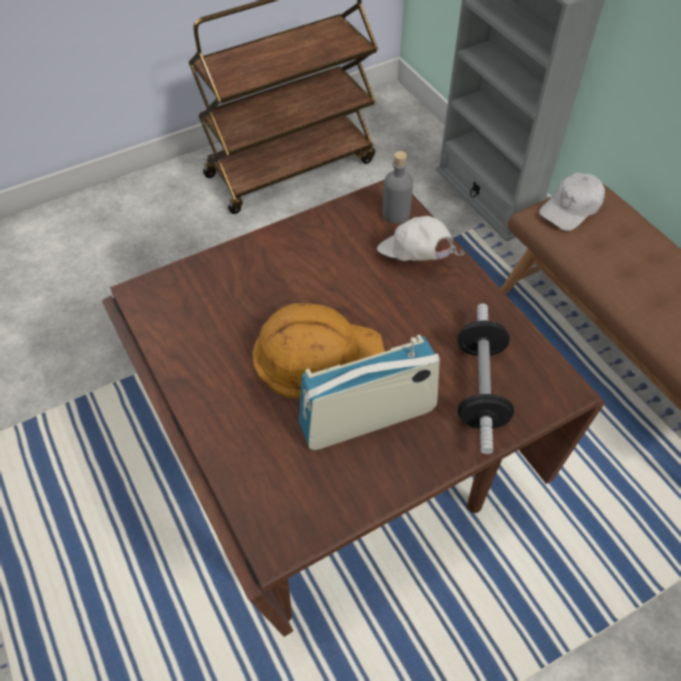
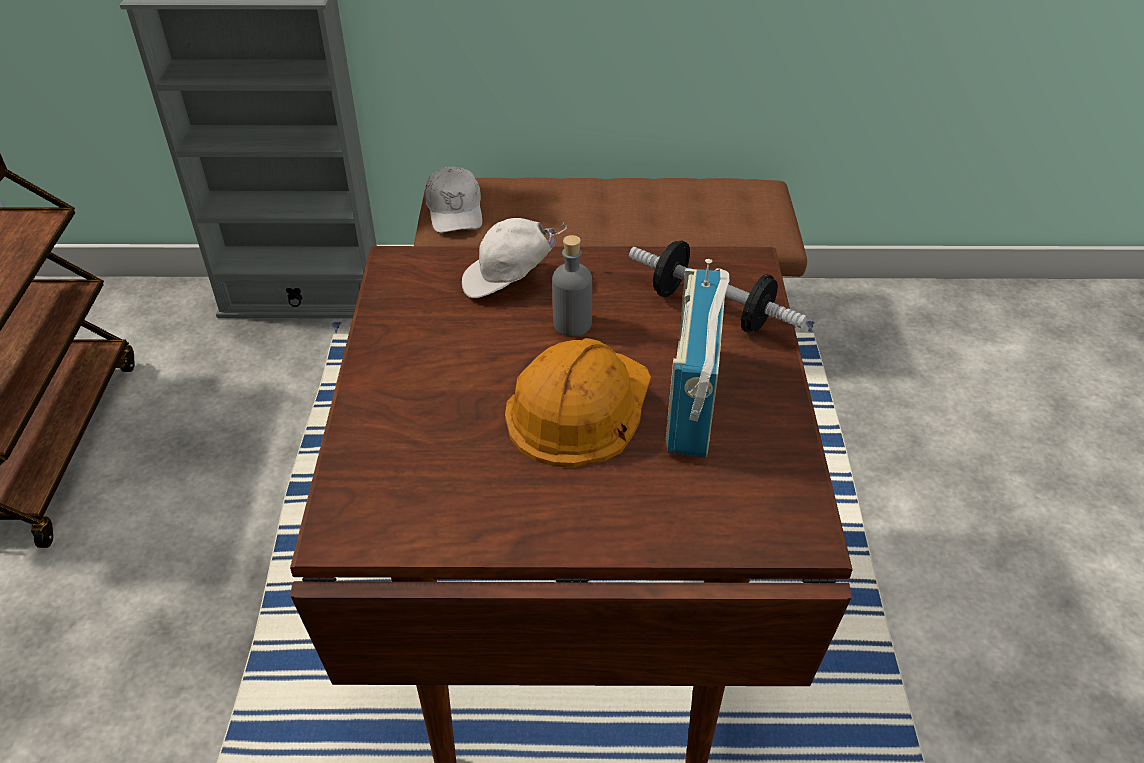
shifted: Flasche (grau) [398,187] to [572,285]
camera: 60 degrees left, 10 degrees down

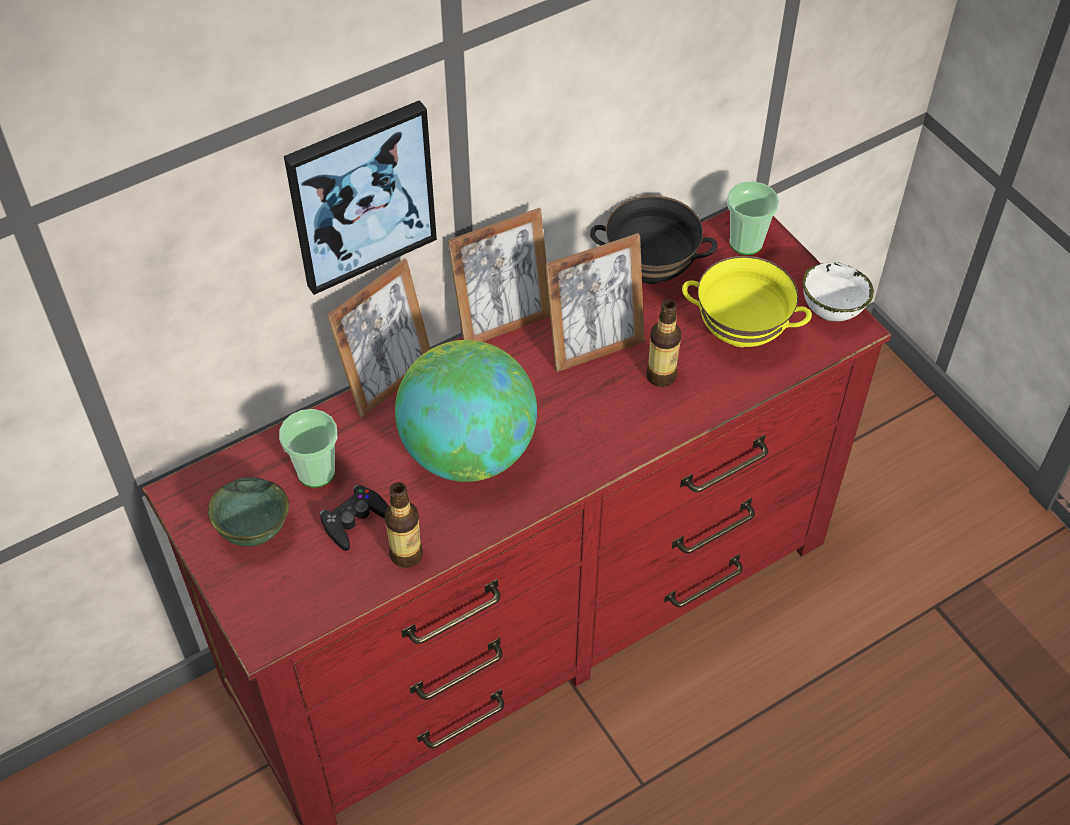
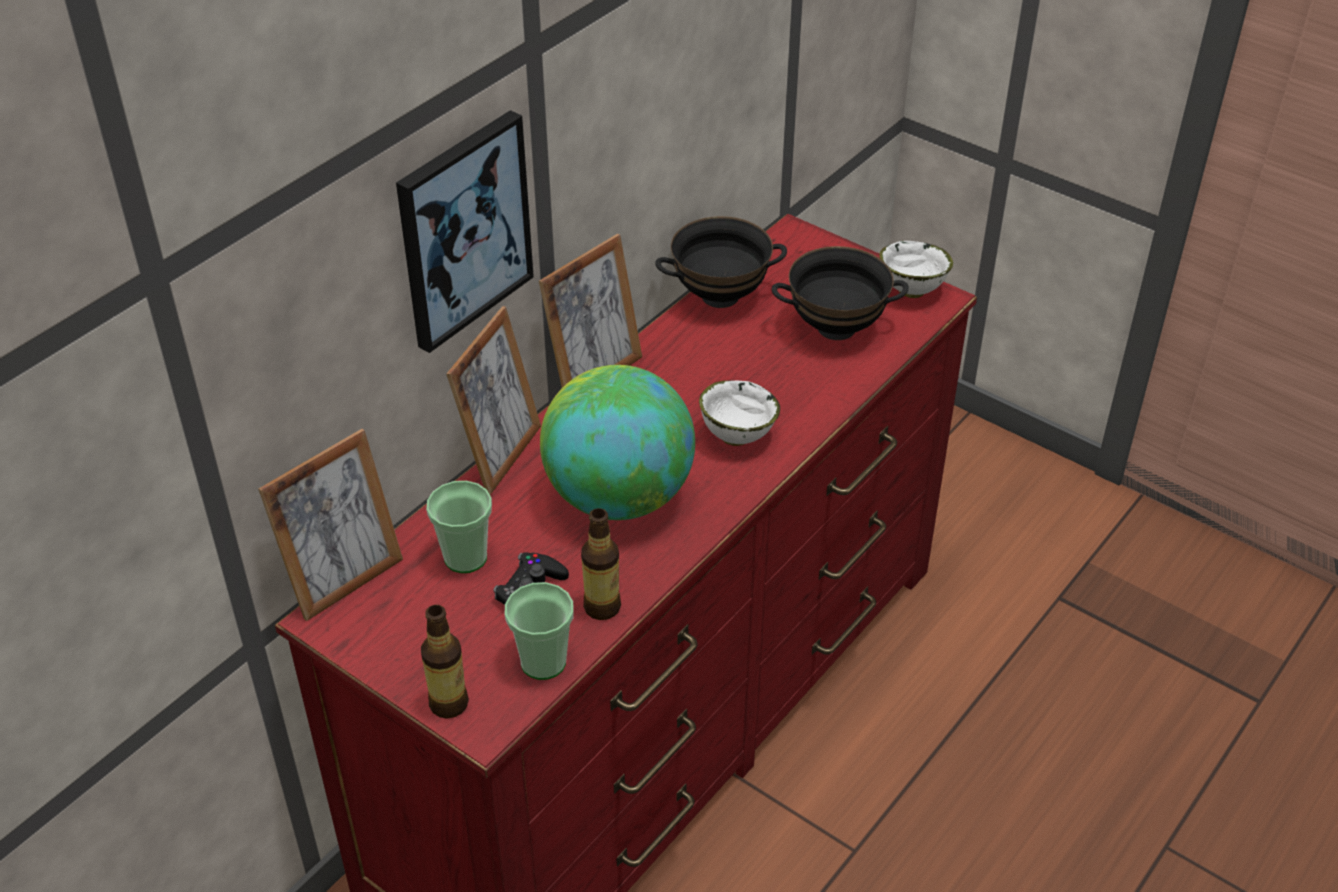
gone: Schüssel (grün) [248,511]
new: Schüssel (weiß) [739,413]
shifted: Bilderrahmen [594,302] to [330,525]; Flasche [663,343] to [445,662]; Tasse [753,218] to [539,631]
repainted: Schüssel (gelb) [747,301] to Schüssel (schwarz) [840,293]
camera: 20 degrees left, 10 degrees down

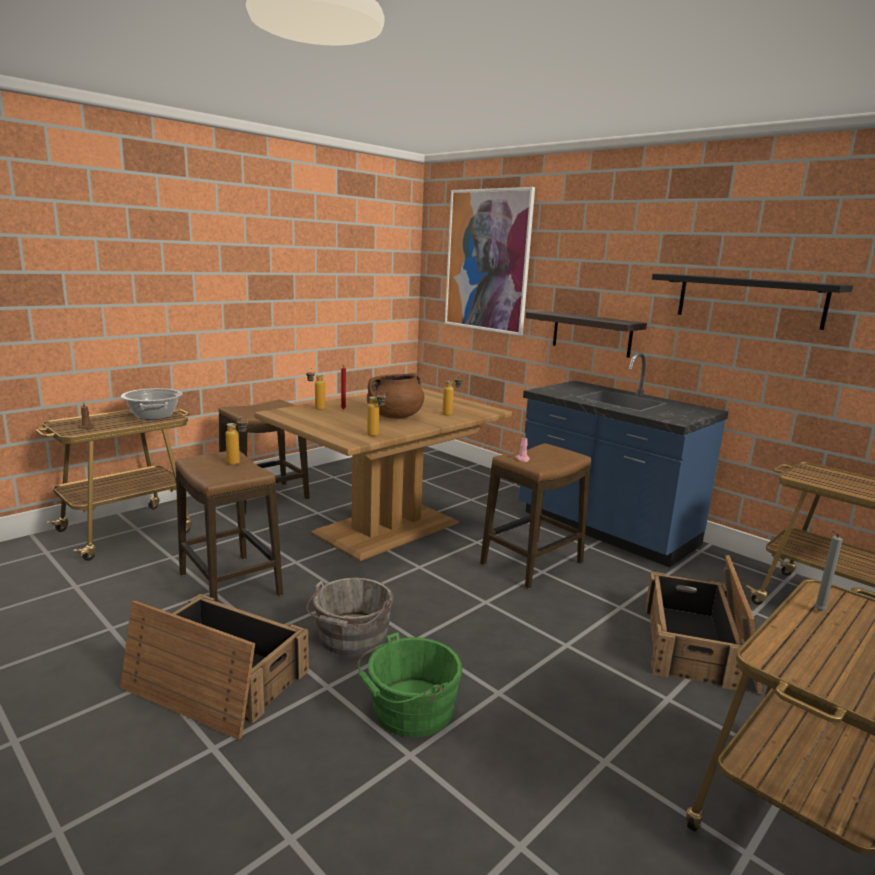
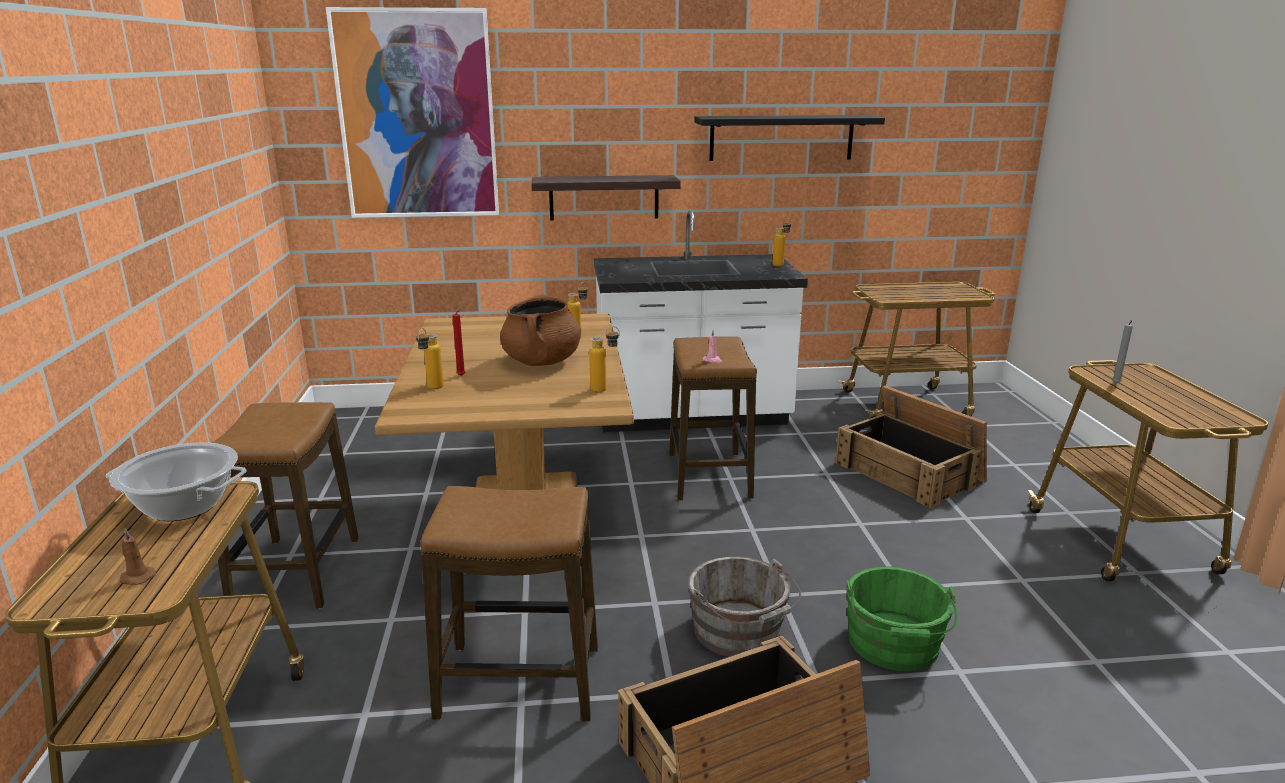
shifted: Flasche [237,440] to [781,243]
repainted: Küchenzeile (blau) [624,460] to Küchenzeile (weiß) [701,321]
camera: 50 degrees left, 5 degrees up

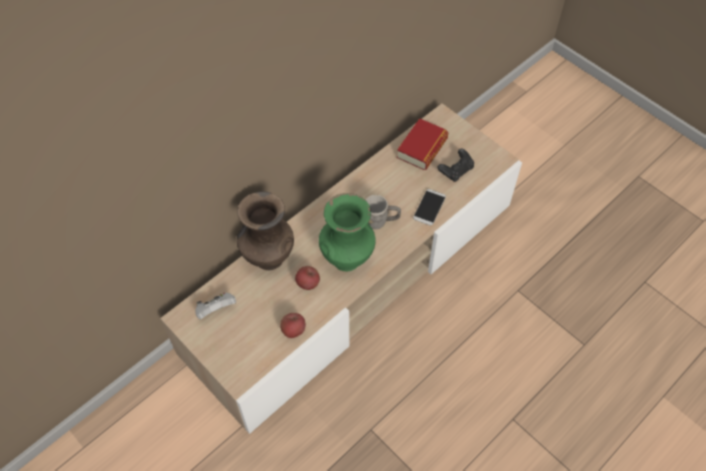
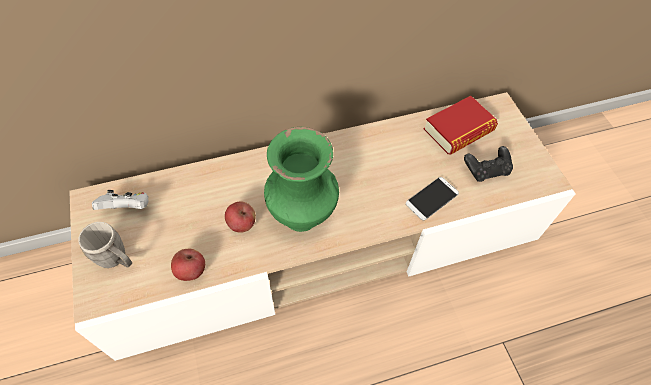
gone: Vase (braun) [265,231]
shifted: Henkelbecher (grau) [383,212] to [105,245]
camera: 25 degrees right, 0 degrees up

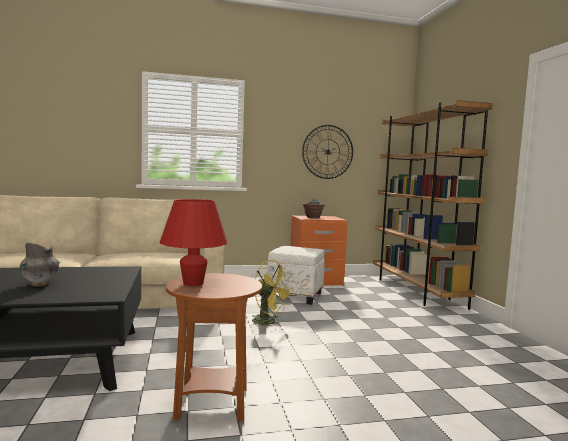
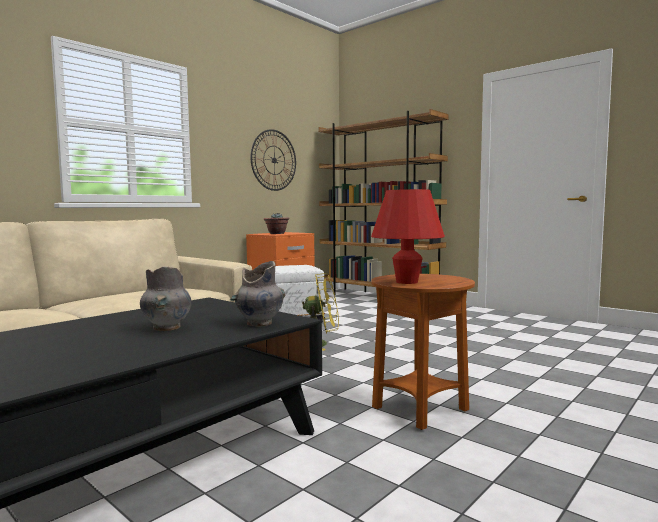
new: Vase (grau) [257,293]
camera: 35 degrees left, 0 degrees up

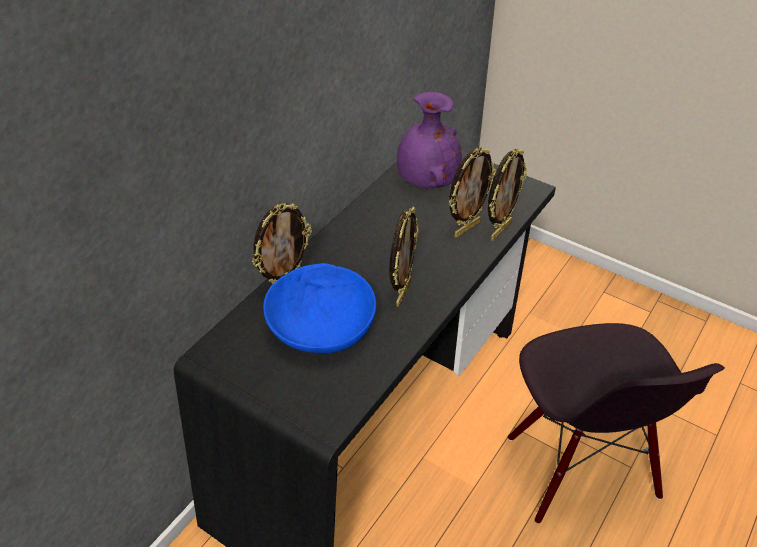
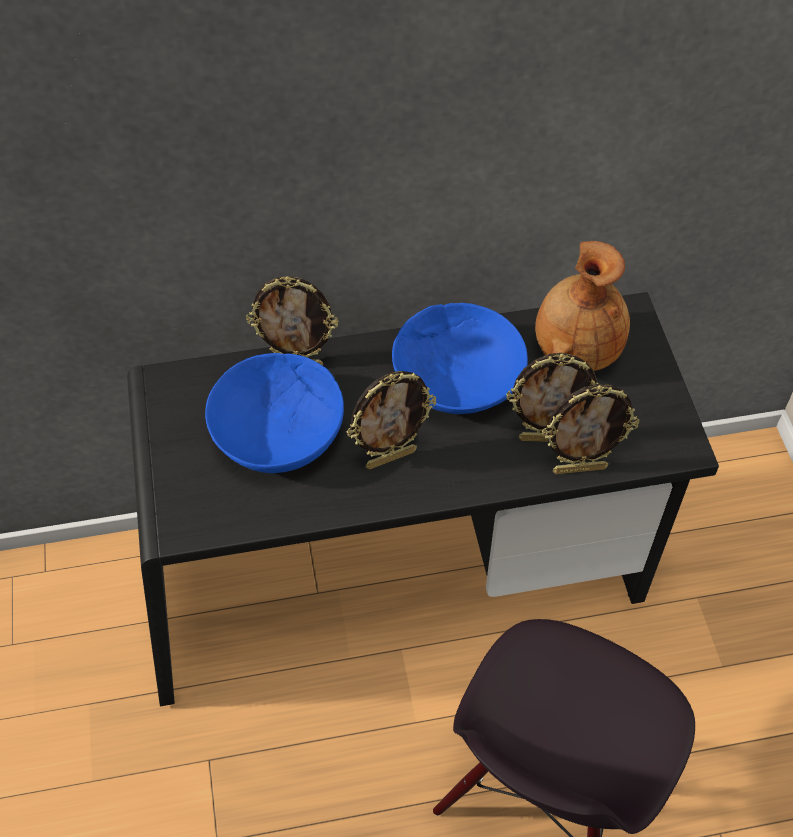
new: Schüssel (blau) [460,358]
repainted: Vase (lila) [429,140] to Vase (braun) [582,306]
camera: 45 degrees right, 10 degrees up

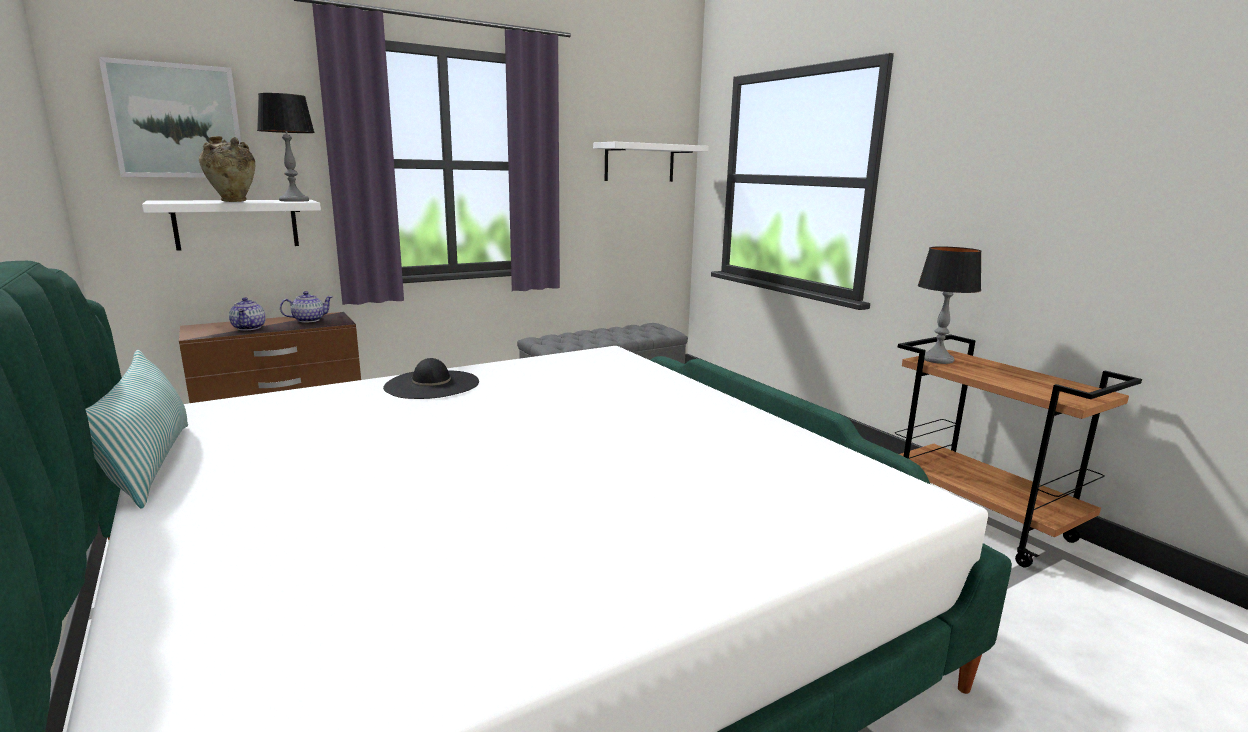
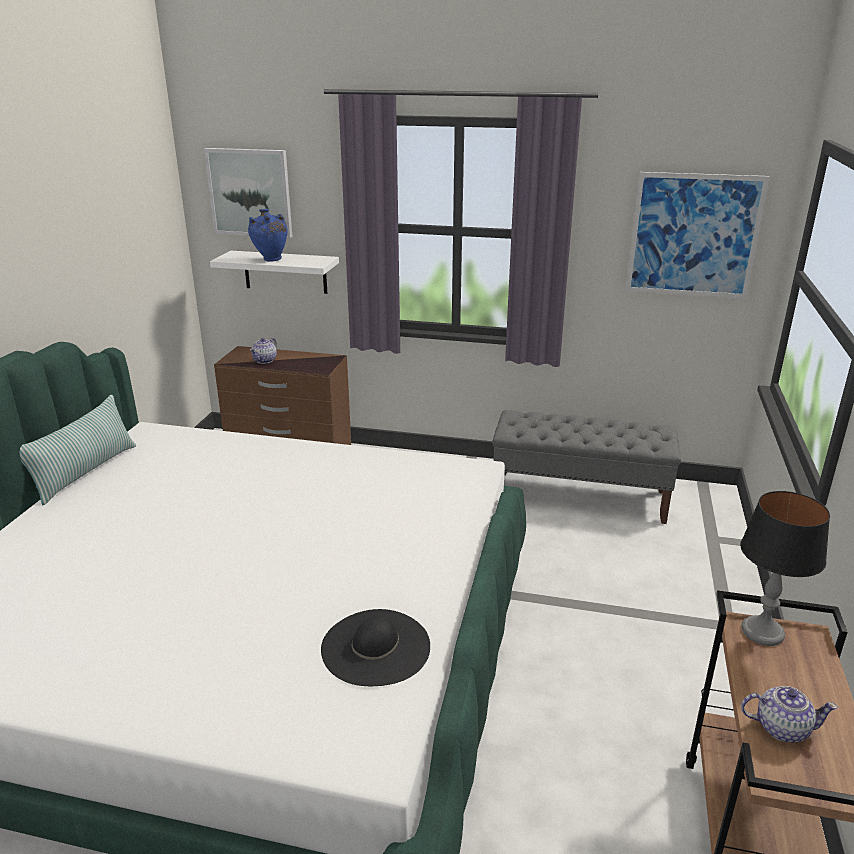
gone: Tischlampe [286,147]
shifted: Teekanne [306,307] to [789,714]; Hut (schwarz) [431,378] to [375,647]
swapped: Wandregal (weiß) [651,162] to Bild [698,235]
repainted: Vase (beige) [227,169] to Vase (blau) [267,235]
camera: 45 degrees right, 10 degrees up

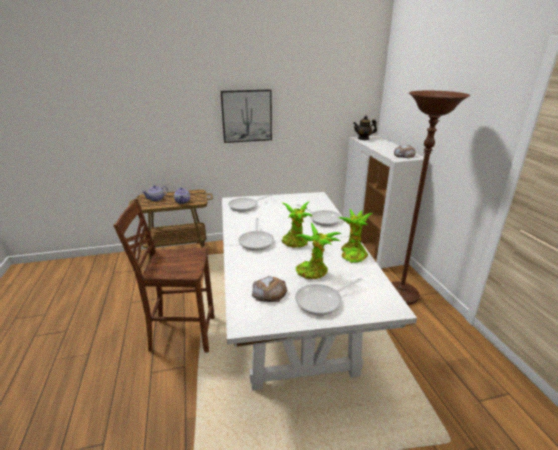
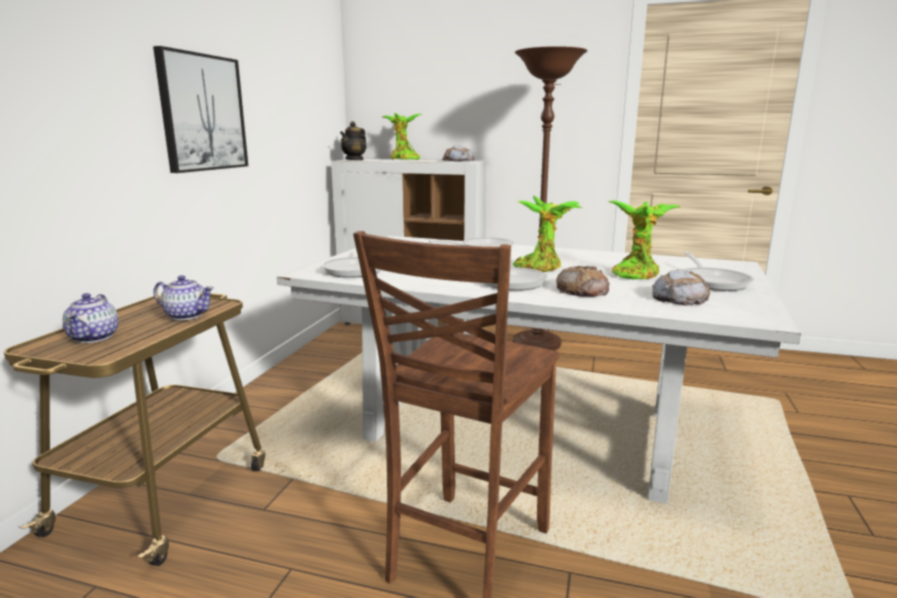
new: Brot [583,281]
shifted: Topfpflanze [356,236] to [402,136]
camera: 60 degrees left, 10 degrees down

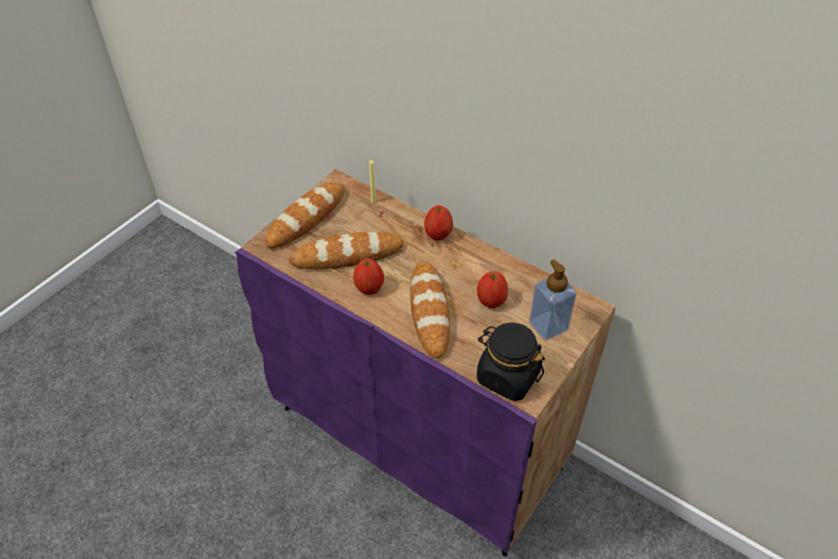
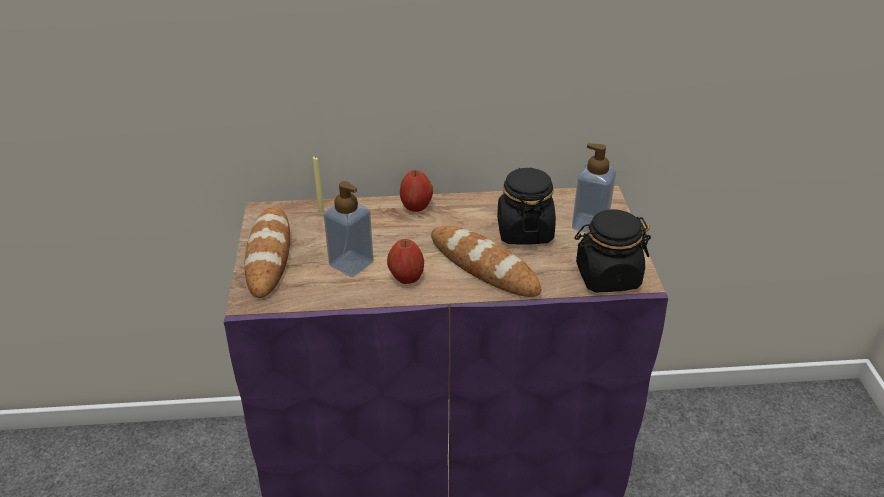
swapped: Brot [346,250] to Seifenspender [348,229]; Apfel [492,289] to Vorratsglas (schwarz) [526,206]
camera: 40 degrees left, 10 degrees down

